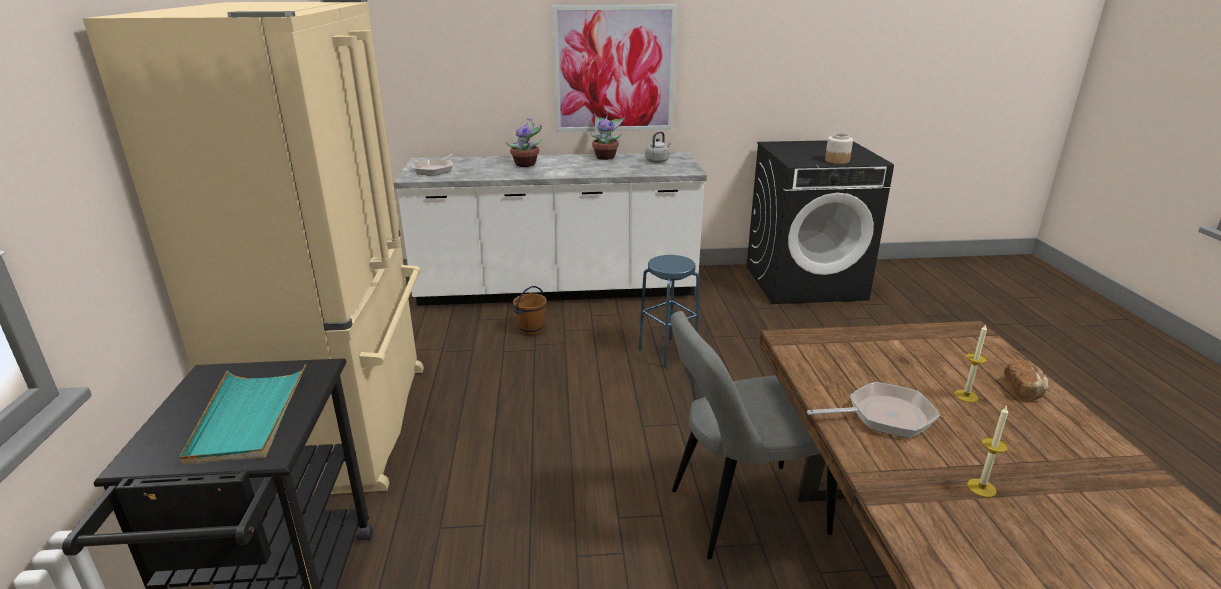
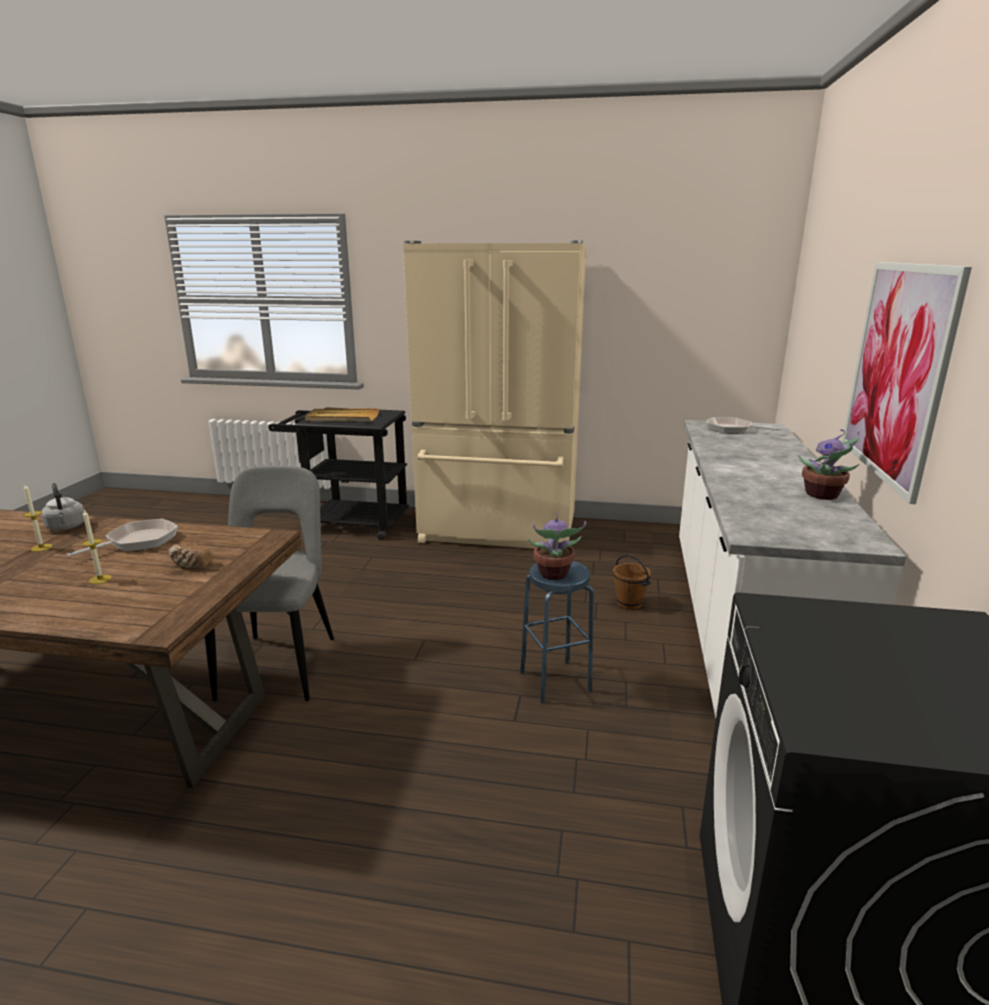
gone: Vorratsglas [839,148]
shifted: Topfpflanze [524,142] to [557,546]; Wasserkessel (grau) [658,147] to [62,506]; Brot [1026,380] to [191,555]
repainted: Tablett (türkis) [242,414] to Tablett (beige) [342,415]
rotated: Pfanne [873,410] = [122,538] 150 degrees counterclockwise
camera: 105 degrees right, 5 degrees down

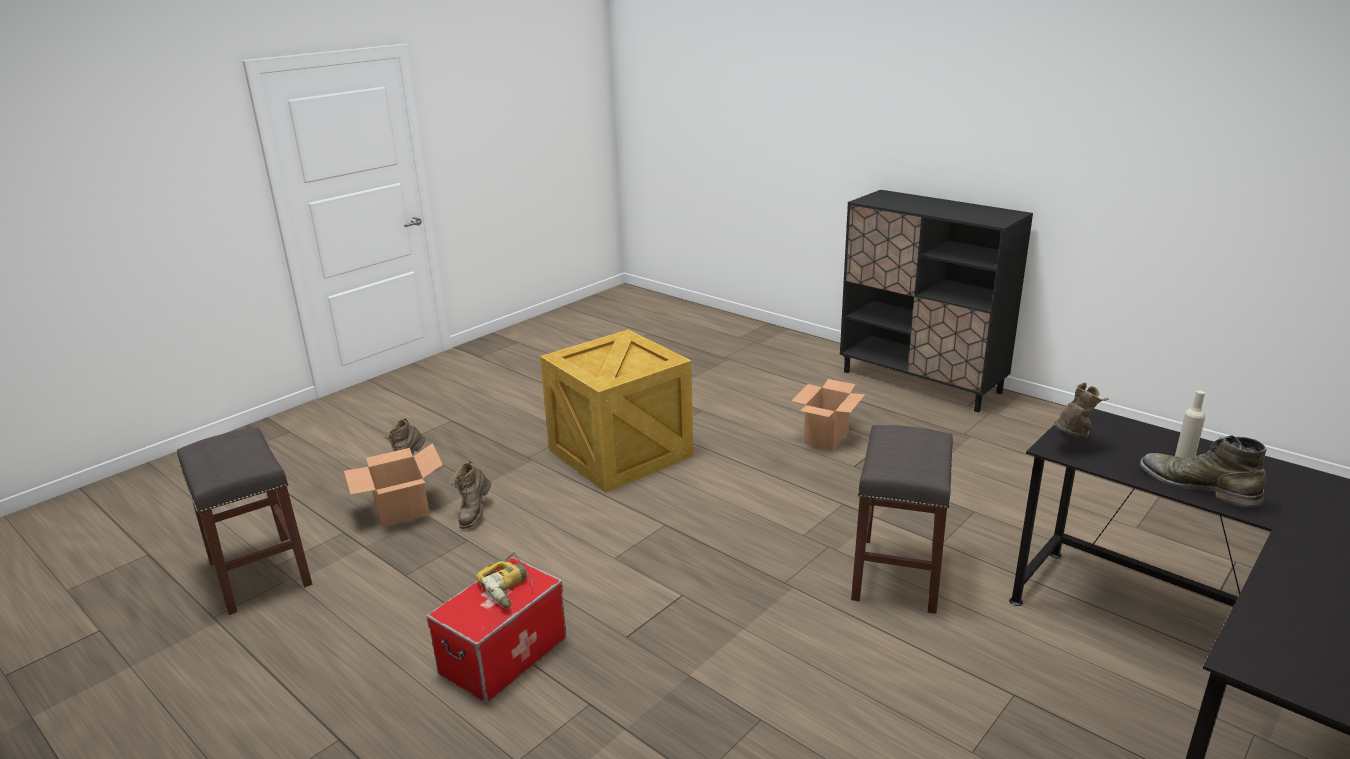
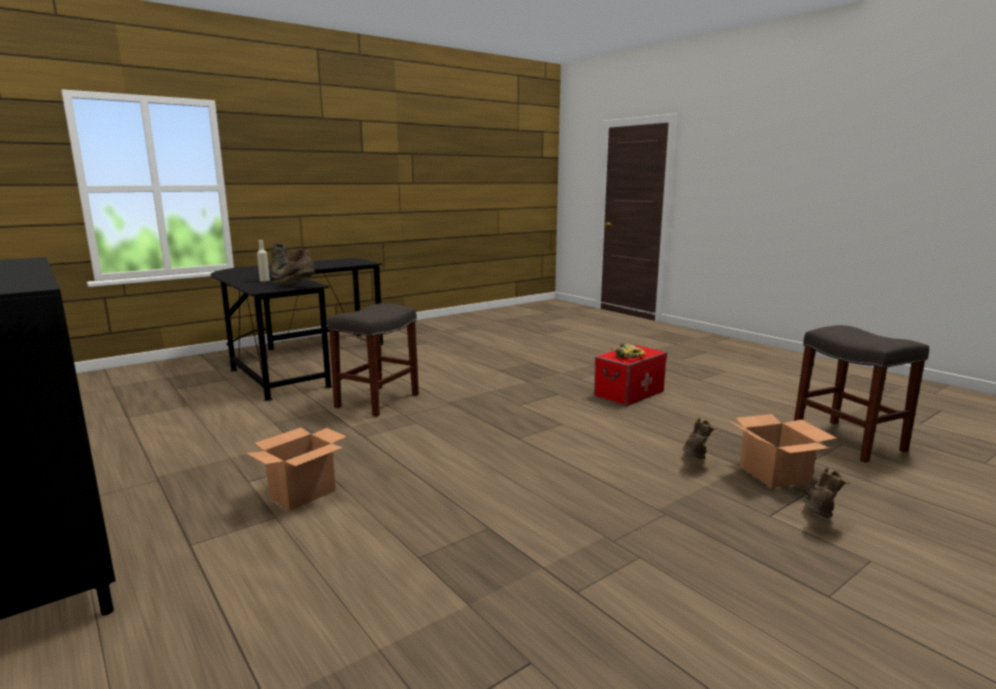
gone: Kiste [617,411]
rotated: Stiefel (braun) [1081,410] = [294,267] 60 degrees clockwise
camera: 170 degrees left, 10 degrees down

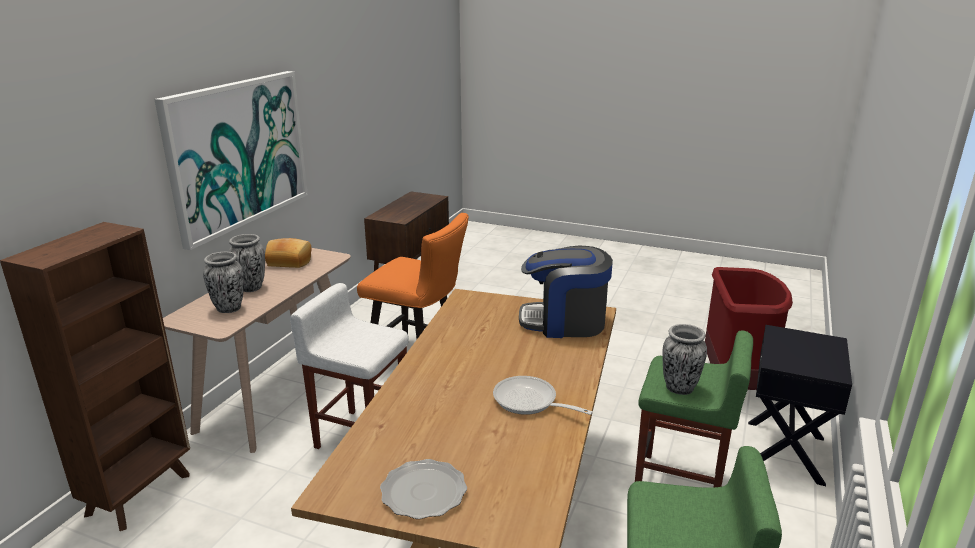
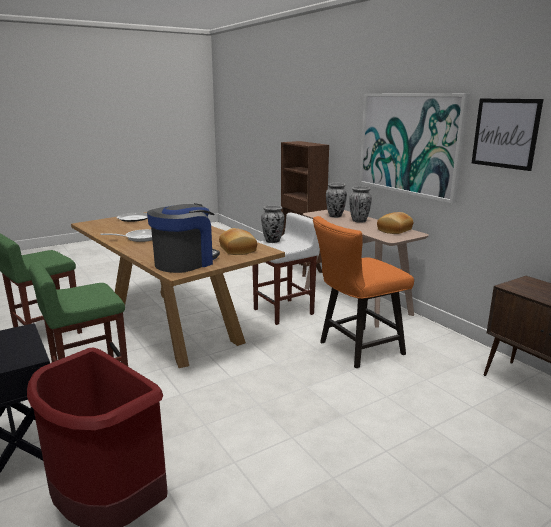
new: Brot [238,241]; Bild [508,135]
shifted: Vase [684,359] to [272,224]
camera: 125 degrees right, 5 degrees down

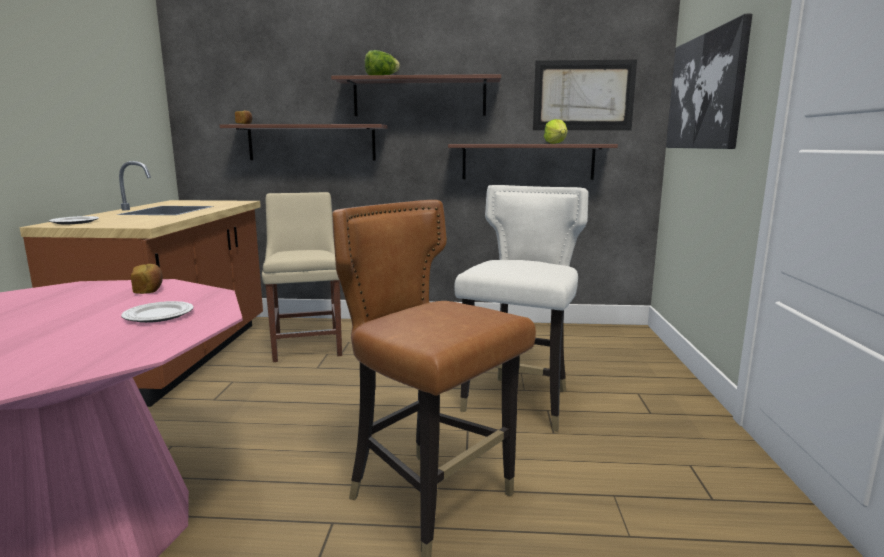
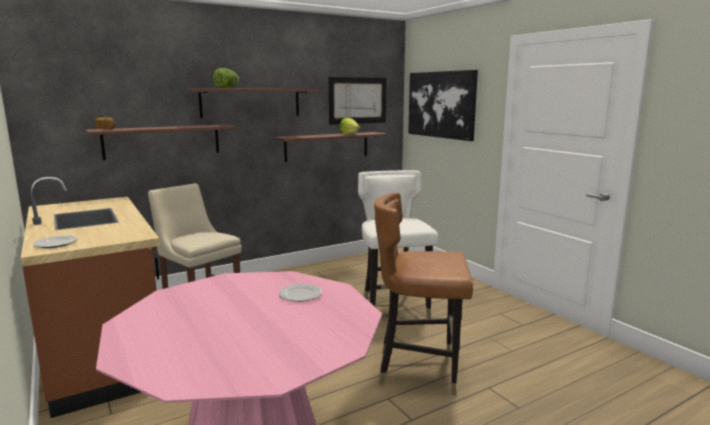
gone: Brot [147,279]
camera: 35 degrees left, 0 degrees up

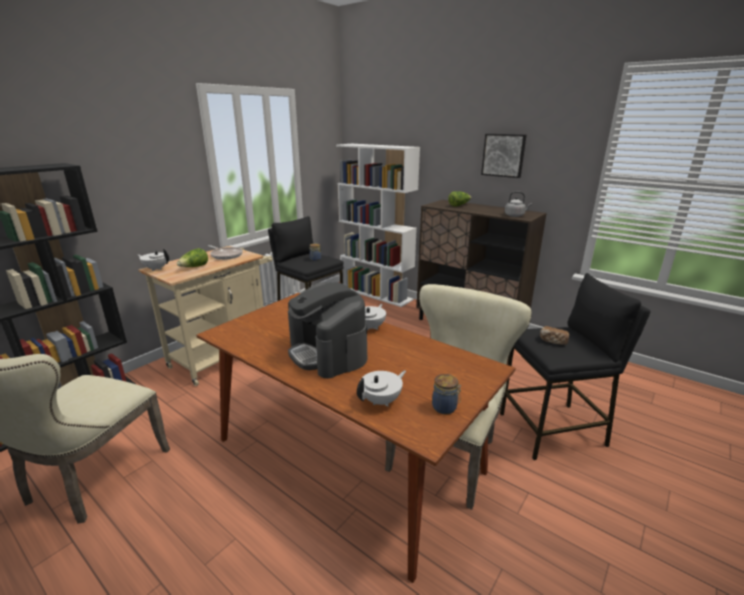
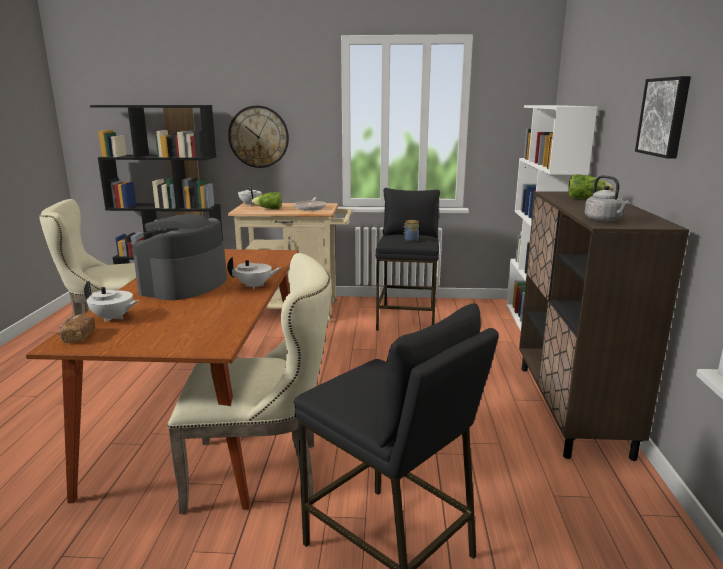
gone: Vorratsglas [446,394]
new: Wanduhr [258,137]
shifted: Brot [554,335] to [77,329]
camera: 55 degrees right, 5 degrees down

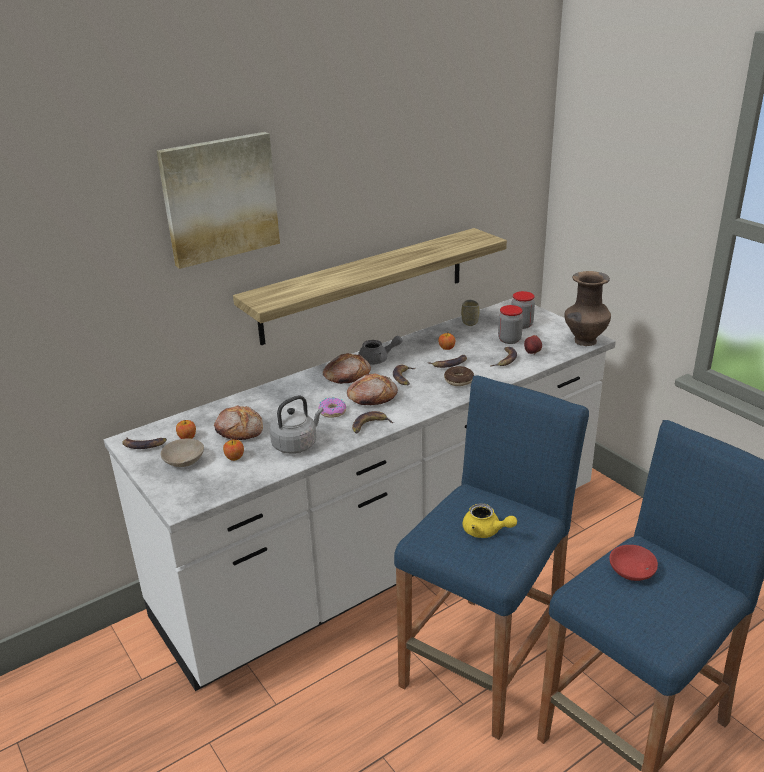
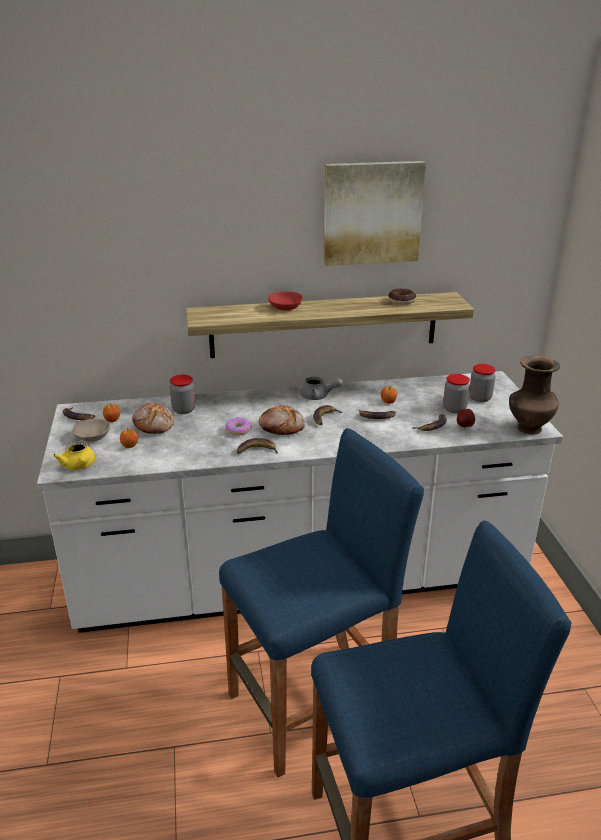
gone: Wasserkessel (grau) [297,424]; Brot [347,368]; Tasse [470,313]
new: Vorratsglas [183,394]
shifted: Bild [218,200] to [375,213]; Donut [459,376] to [402,296]; Teekanne (gelb) [490,520] to [74,455]; Schüssel (rot) [633,563] to [285,301]
camera: 25 degrees right, 0 degrees up

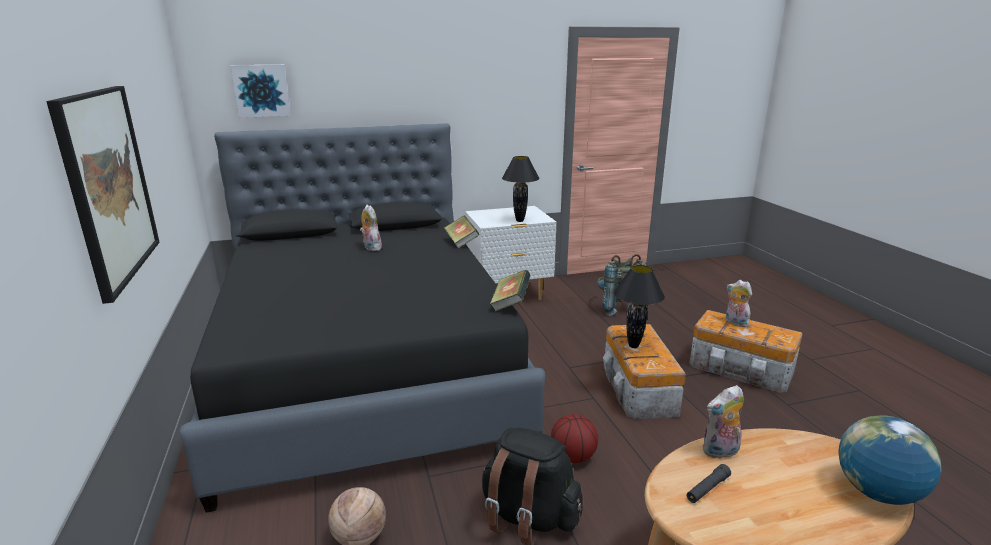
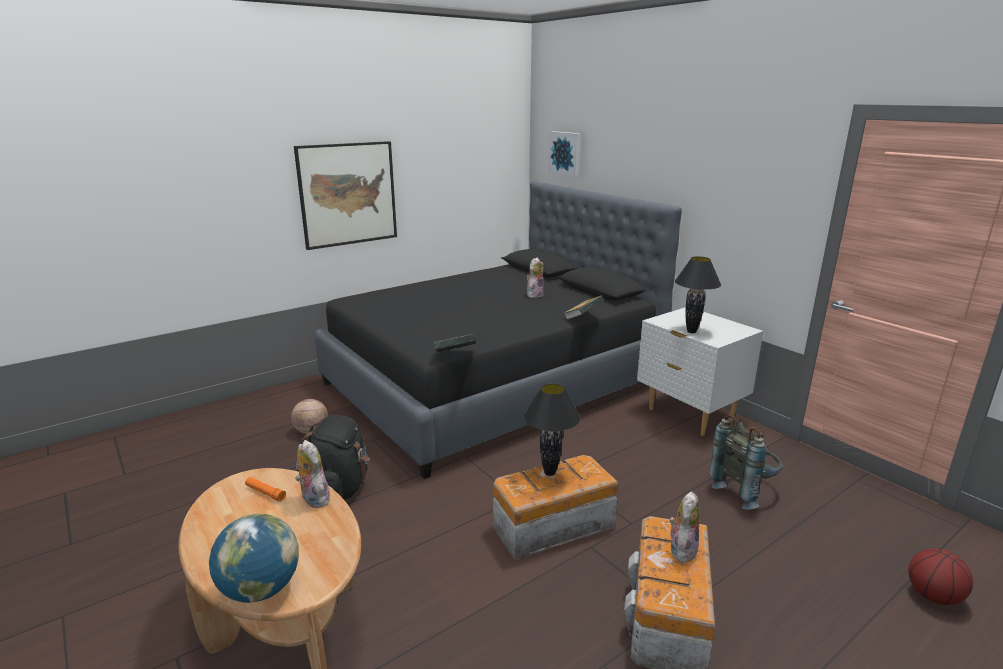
shifted: Basketball [574,438] to [940,576]
repainted: Taschenlampe (schwarz) [709,483] to Taschenlampe (orange) [265,489]
camera: 70 degrees right, 0 degrees up

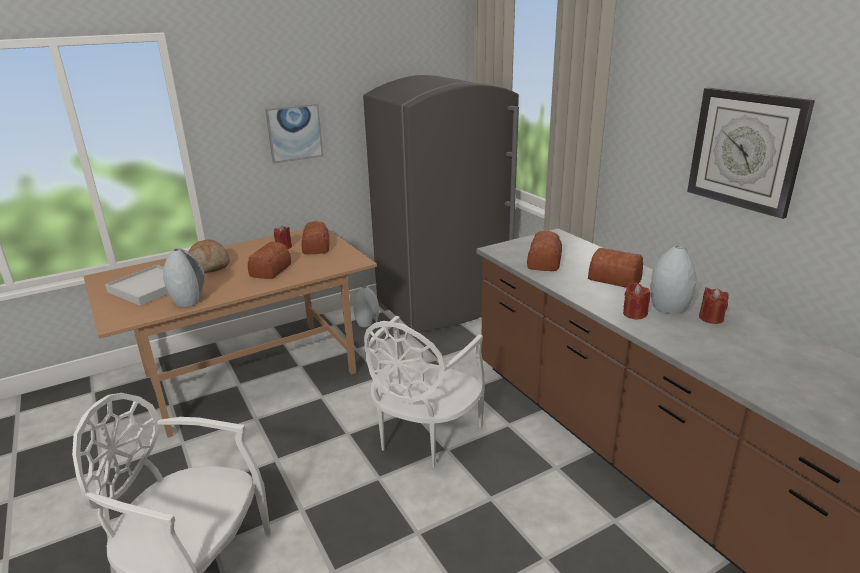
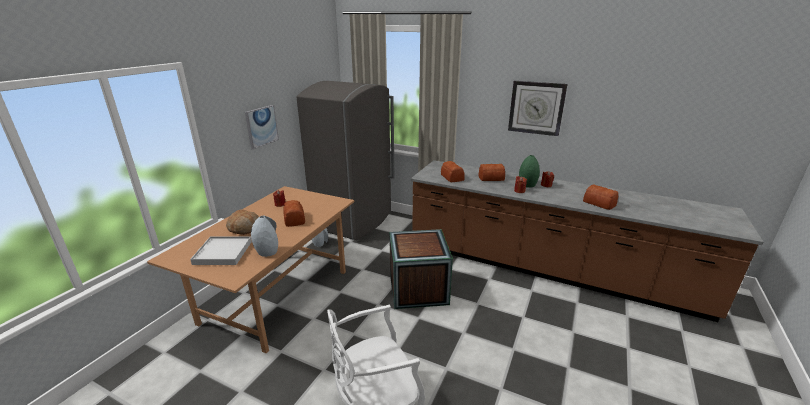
shifted: Brot [315,237] to [600,197]
swapped: Stuhl (weiß) [424,392] to Kiste [421,269]
repainted: Vase (grau) [673,279] to Vase (grün) [529,171]
camera: 35 degrees left, 0 degrees up

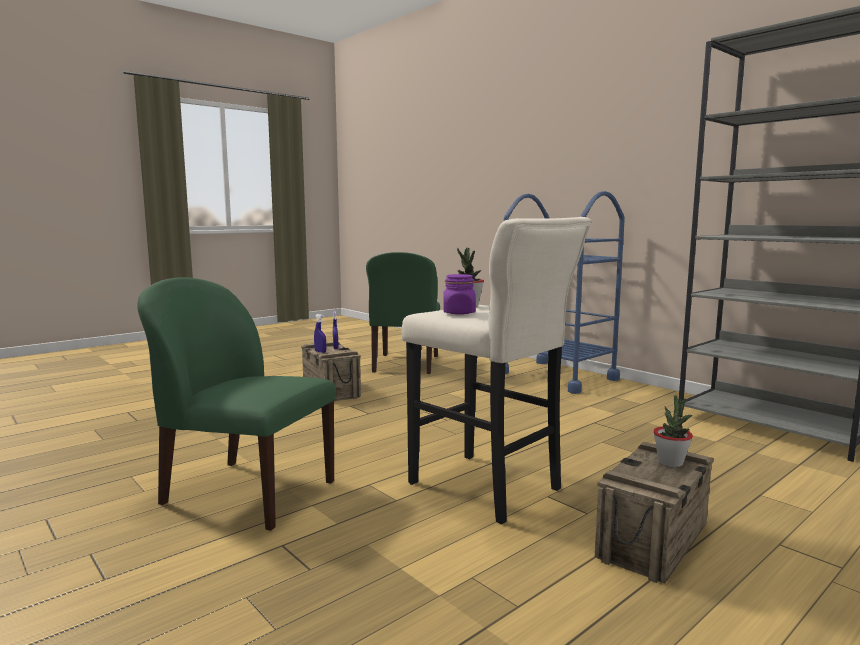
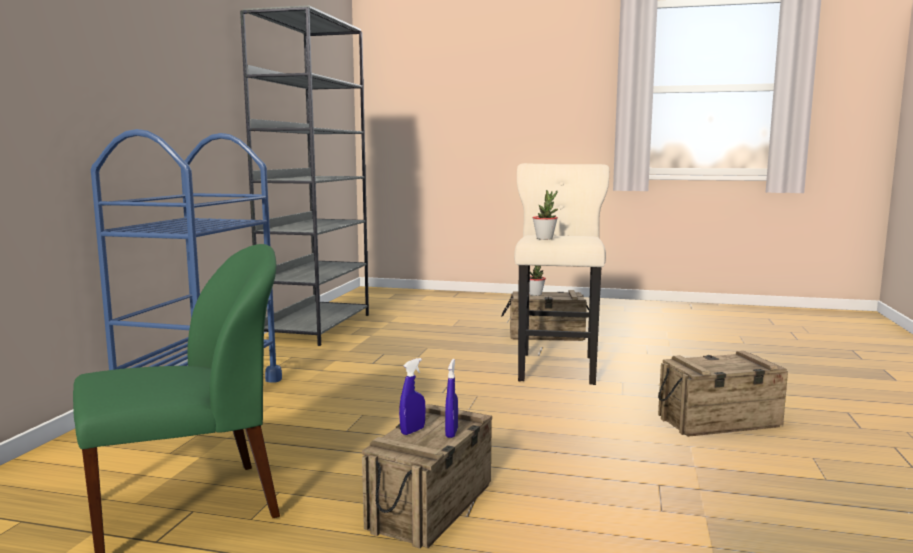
gone: Vorratsglas (lila) [459,294]
swapped: Stuhl (grün) [236,404] to Kiste [723,394]
camera: 125 degrees left, 0 degrees up

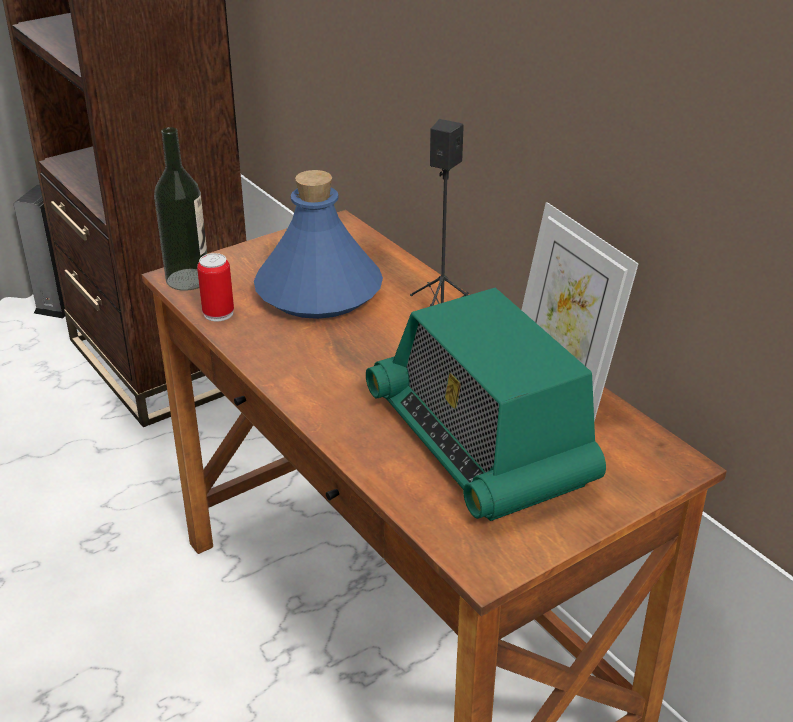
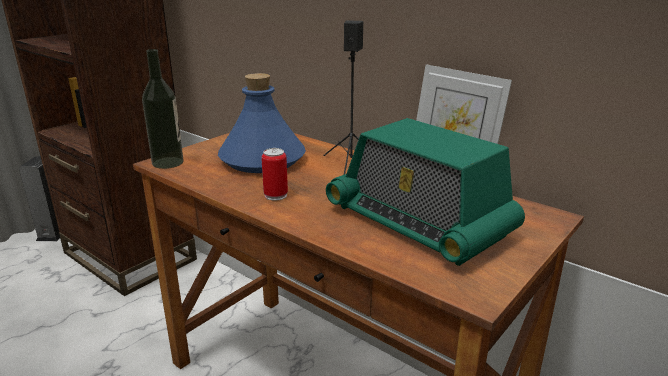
shifted: Dose [215,287] to [274,174]
camera: 15 degrees left, 10 degrees down

